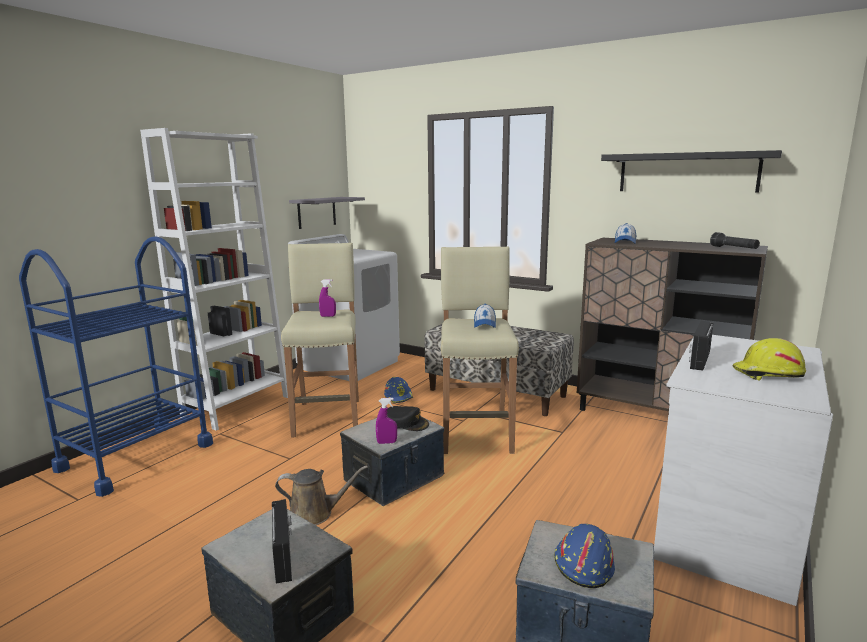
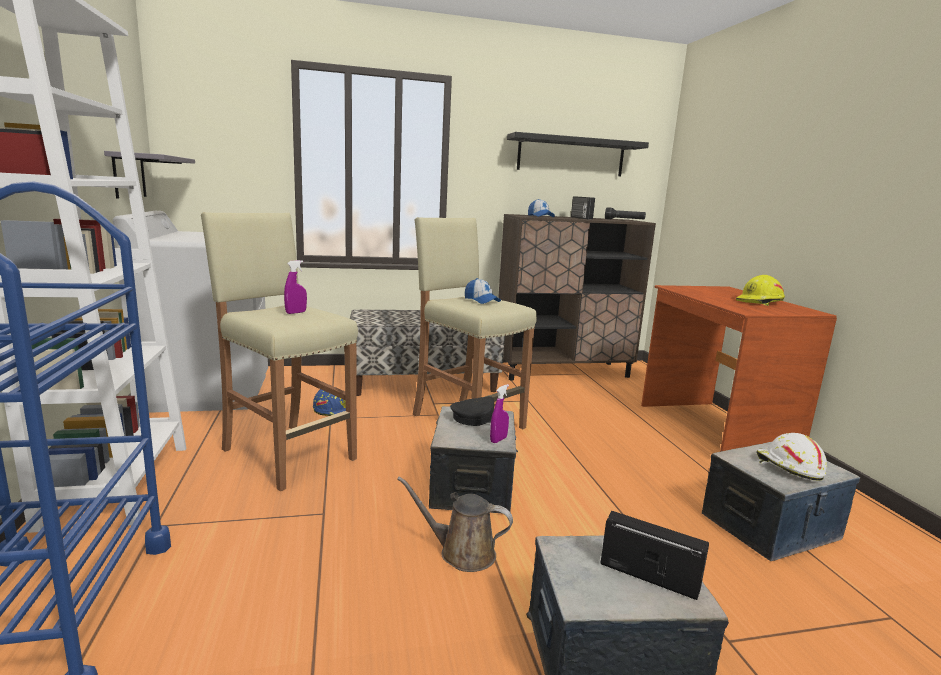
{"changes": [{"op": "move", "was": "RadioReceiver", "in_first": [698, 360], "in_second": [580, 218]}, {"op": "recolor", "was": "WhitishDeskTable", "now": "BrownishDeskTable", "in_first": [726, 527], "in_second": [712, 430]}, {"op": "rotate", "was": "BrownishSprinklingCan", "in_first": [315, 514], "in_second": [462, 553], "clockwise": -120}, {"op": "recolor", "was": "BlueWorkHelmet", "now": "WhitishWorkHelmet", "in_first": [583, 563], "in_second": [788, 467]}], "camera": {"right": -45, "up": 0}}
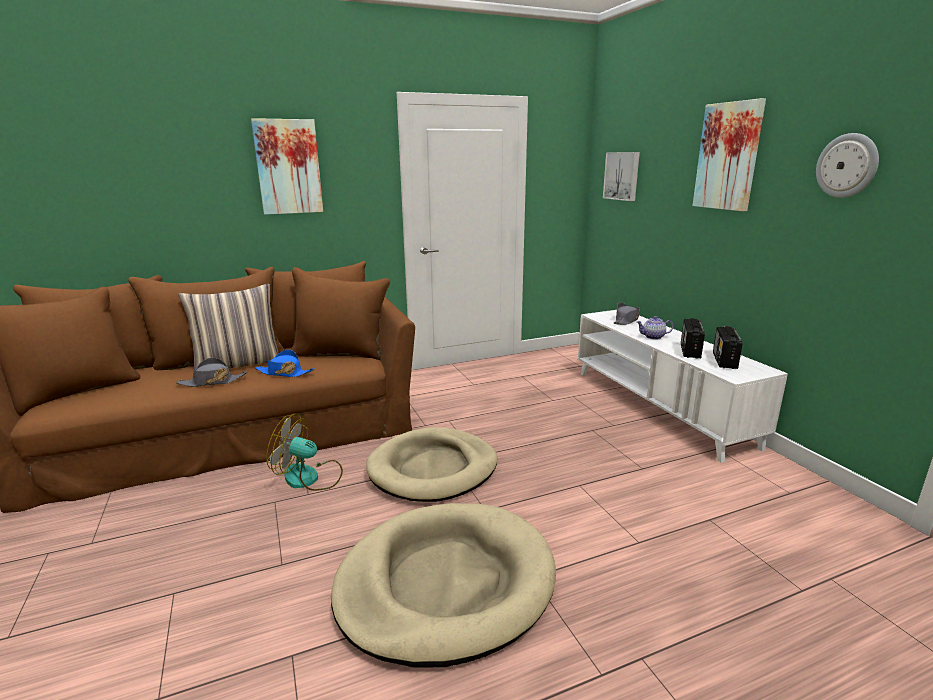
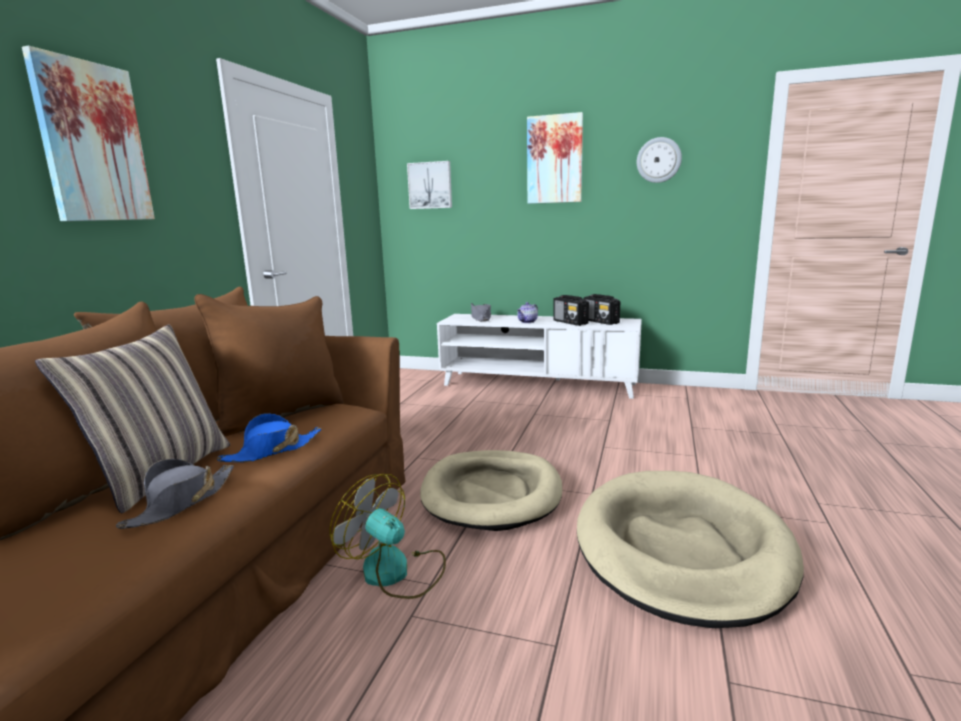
{"changes": [{"op": "rotate", "was": "CoolingFan", "in_first": [309, 478], "in_second": [396, 572], "clockwise": 75}], "camera": {"right": -50, "up": -5}}
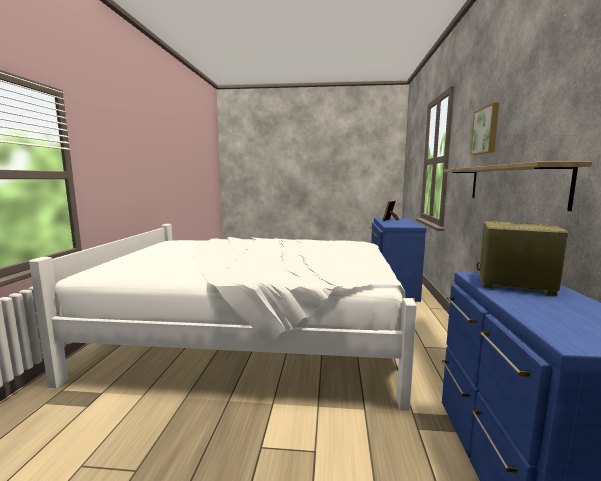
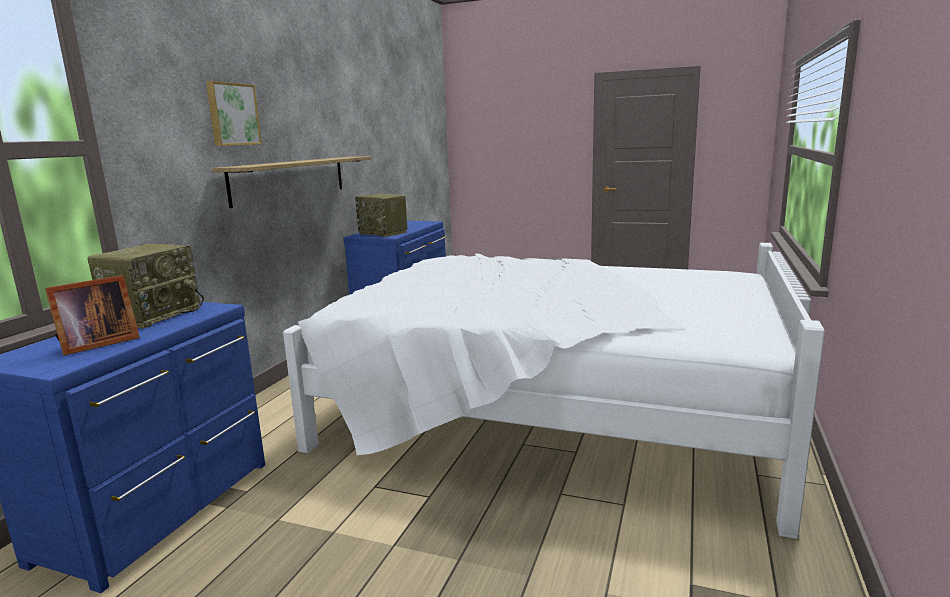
{"changes": [{"op": "insert", "now": "RadioReceiver", "in_second": [153, 315]}], "camera": {"right": -165, "up": 5}}
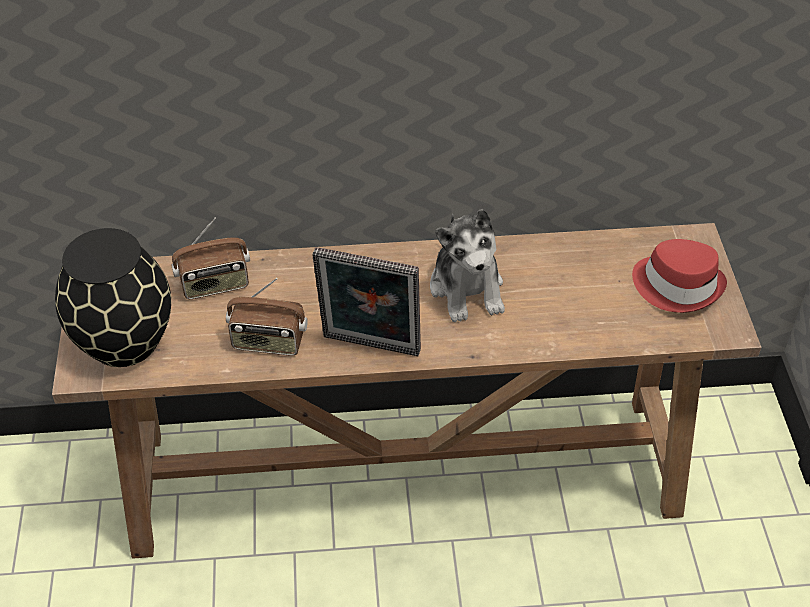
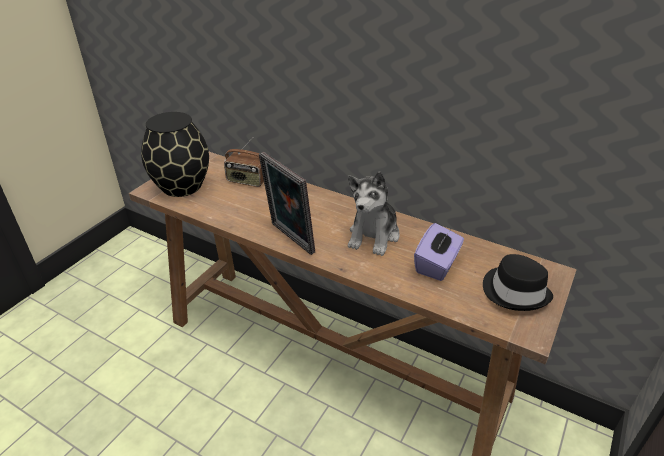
{"changes": [{"op": "recolor", "was": "RedWearableHat", "now": "BlackishWearableHat", "in_first": [678, 285], "in_second": [515, 291]}, {"op": "delete", "was": "RadioReceiver", "in_first": [268, 342]}, {"op": "insert", "now": "PurpleTissueHolder", "in_second": [437, 265]}], "camera": {"right": 35, "up": -10}}
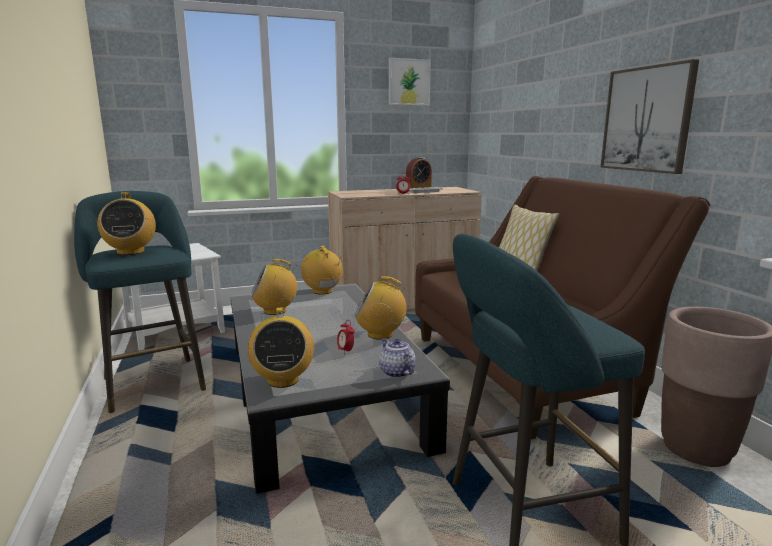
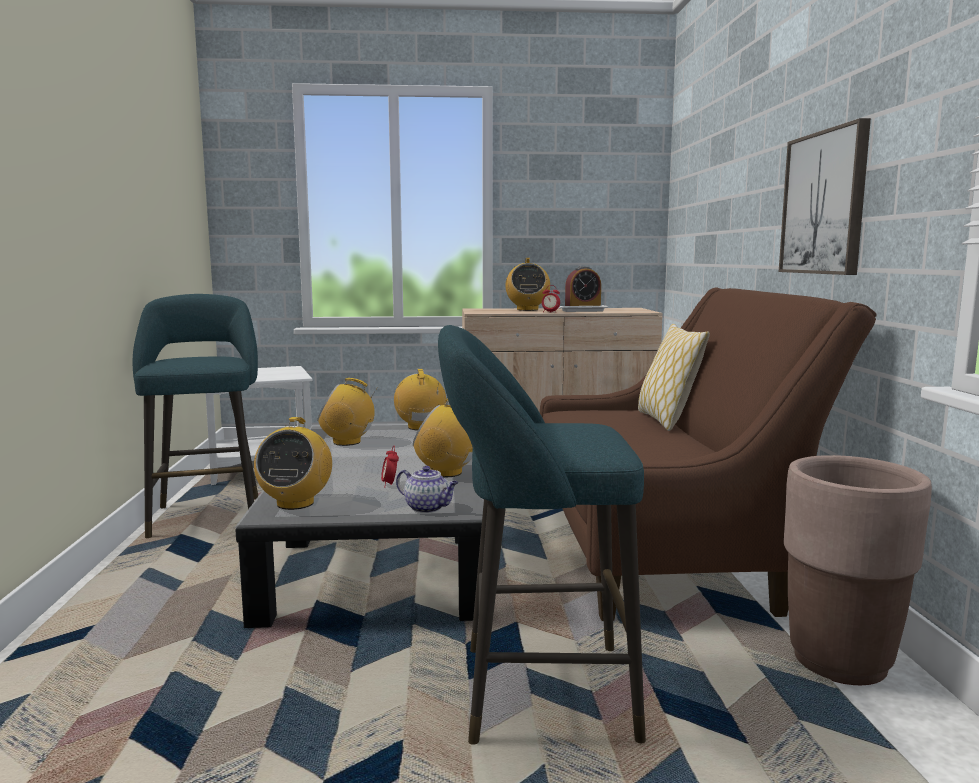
{"changes": [{"op": "delete", "was": "WallPicture", "in_first": [409, 82]}, {"op": "move", "was": "RadioReceiver", "in_first": [130, 252], "in_second": [527, 309]}, {"op": "rotate", "was": "TeaPot", "in_first": [396, 372], "in_second": [428, 508], "clockwise": 135}], "camera": {"right": 15, "up": -5}}
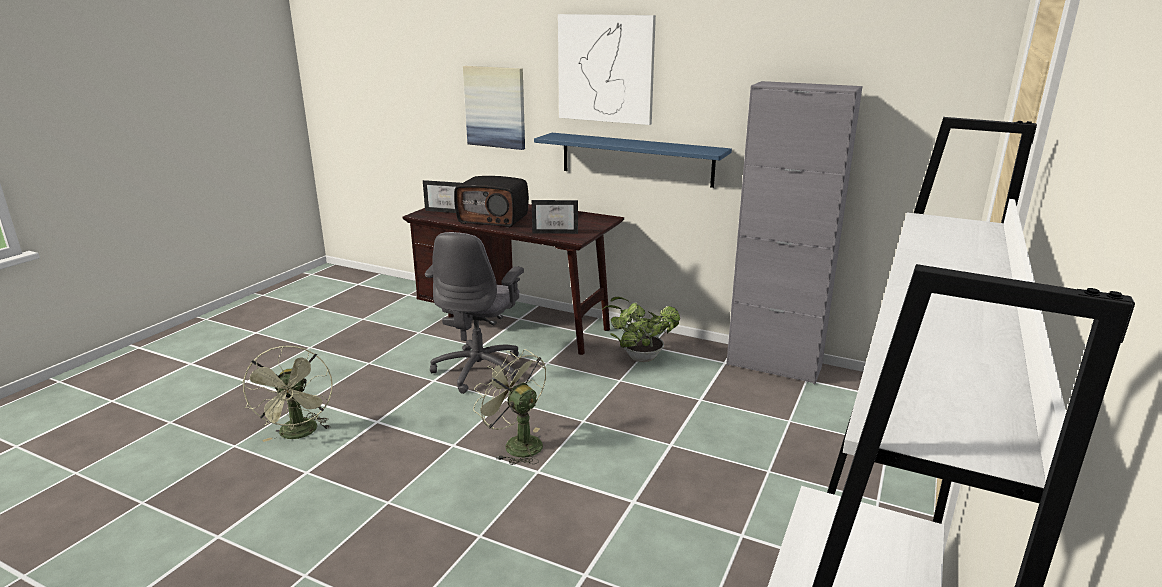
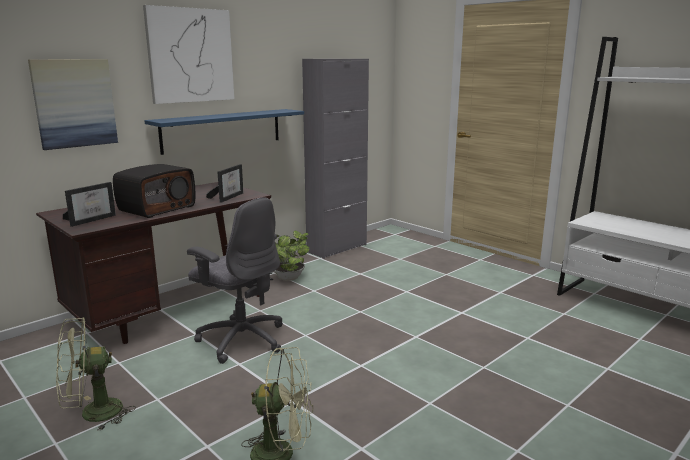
{"changes": [{"op": "move", "was": "GreenishCoolingFan", "in_first": [516, 444], "in_second": [92, 414]}], "camera": {"right": -70, "up": -5}}
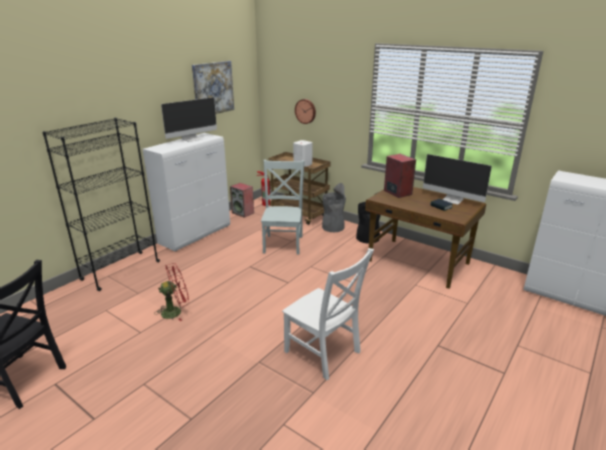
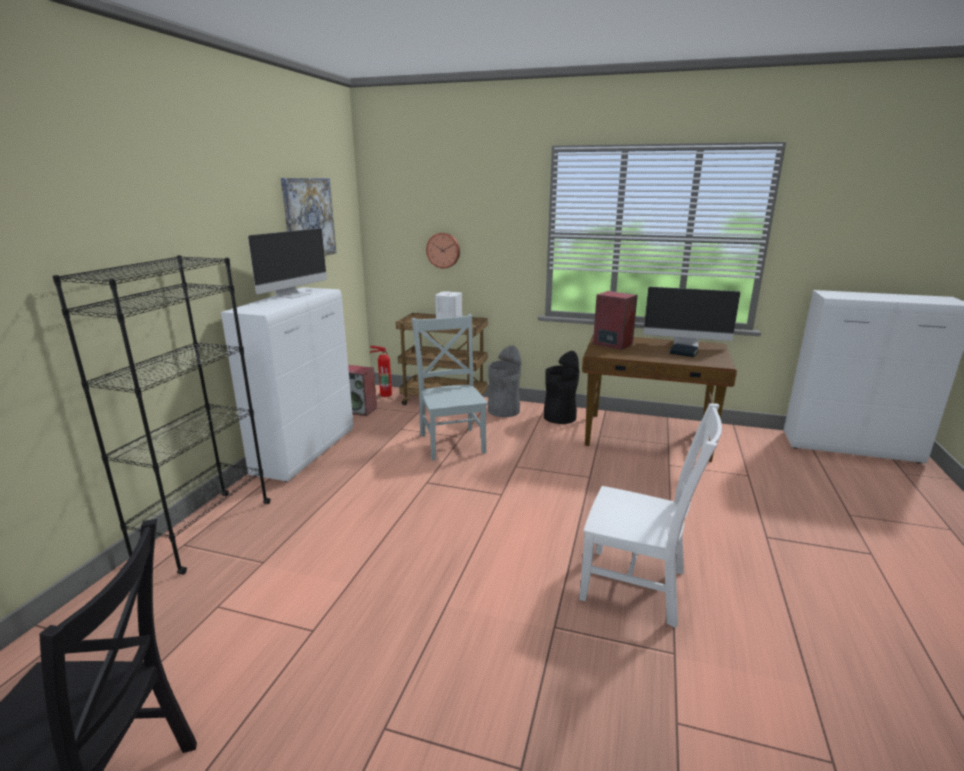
{"changes": [{"op": "delete", "was": "RedCoolingFan", "in_first": [175, 311]}], "camera": {"right": -20, "up": -5}}
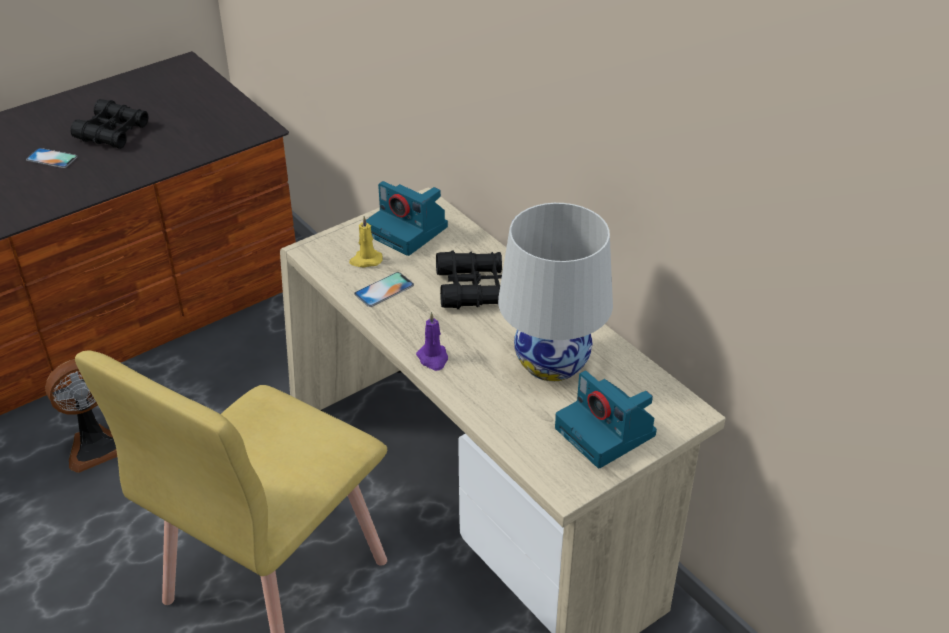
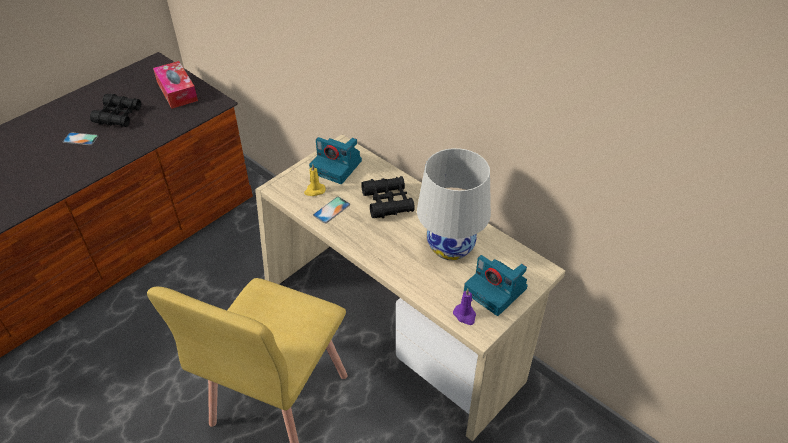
{"changes": [{"op": "move", "was": "PurpleCandle", "in_first": [433, 358], "in_second": [465, 315]}, {"op": "delete", "was": "CoolingFan", "in_first": [95, 446]}, {"op": "insert", "now": "TissueHolder", "in_second": [177, 91]}], "camera": {"right": -10, "up": 5}}
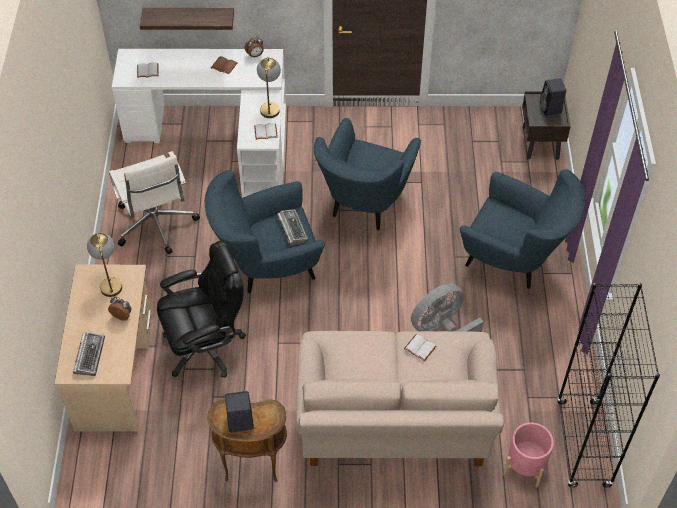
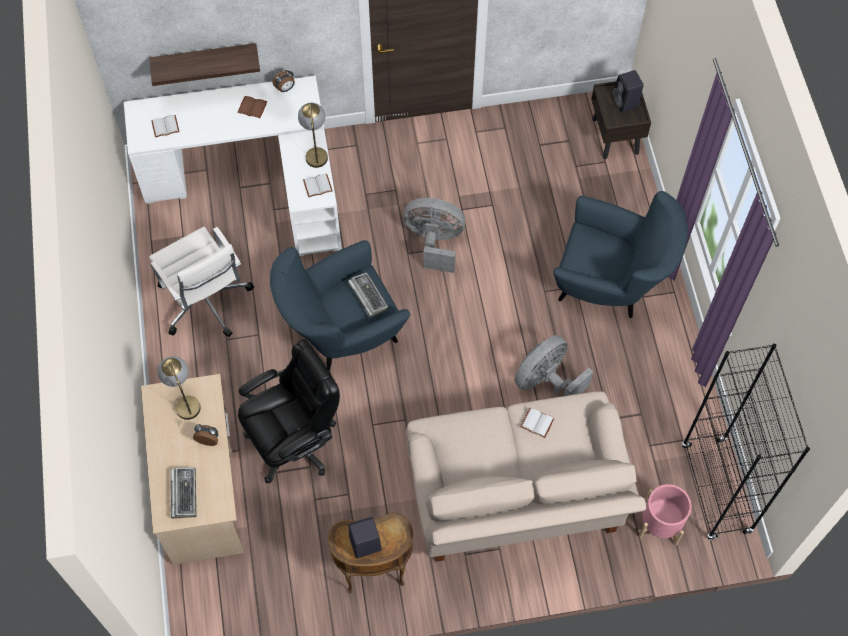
{"changes": [{"op": "replace", "was": "BlueLoungeChair", "now": "GreyCoolingFan", "in_first": [364, 204], "in_second": [434, 242]}], "camera": {"right": -10, "up": 10}}
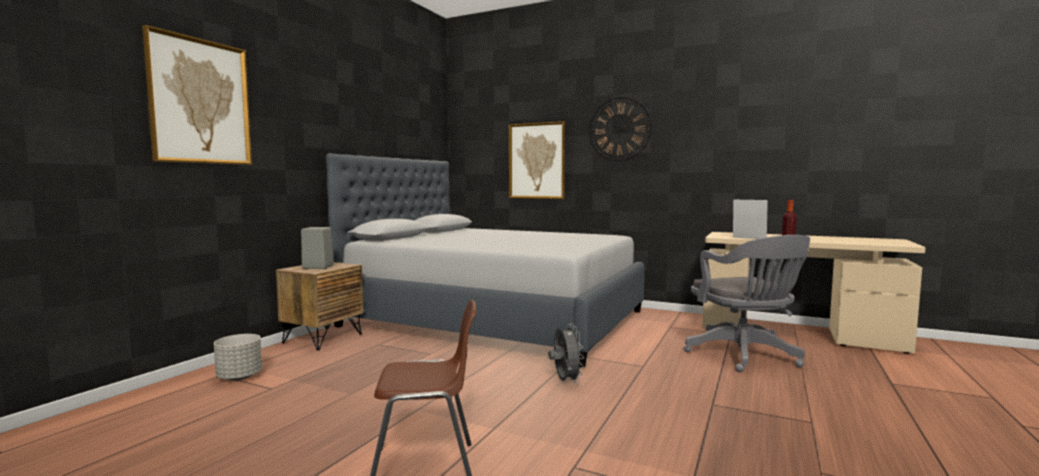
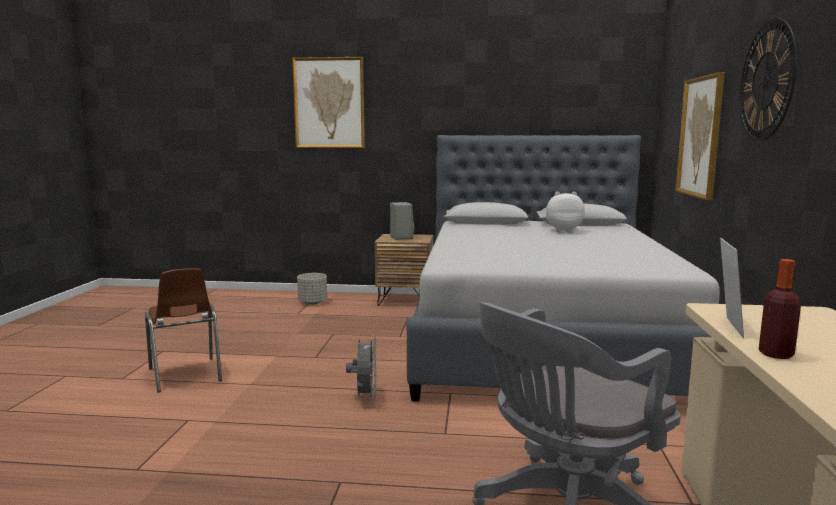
{"changes": [{"op": "rotate", "was": "GreyCoolingFan", "in_first": [565, 381], "in_second": [365, 397], "clockwise": -60}, {"op": "insert", "now": "SoftToy", "in_second": [562, 231]}], "camera": {"right": 70, "up": 5}}
